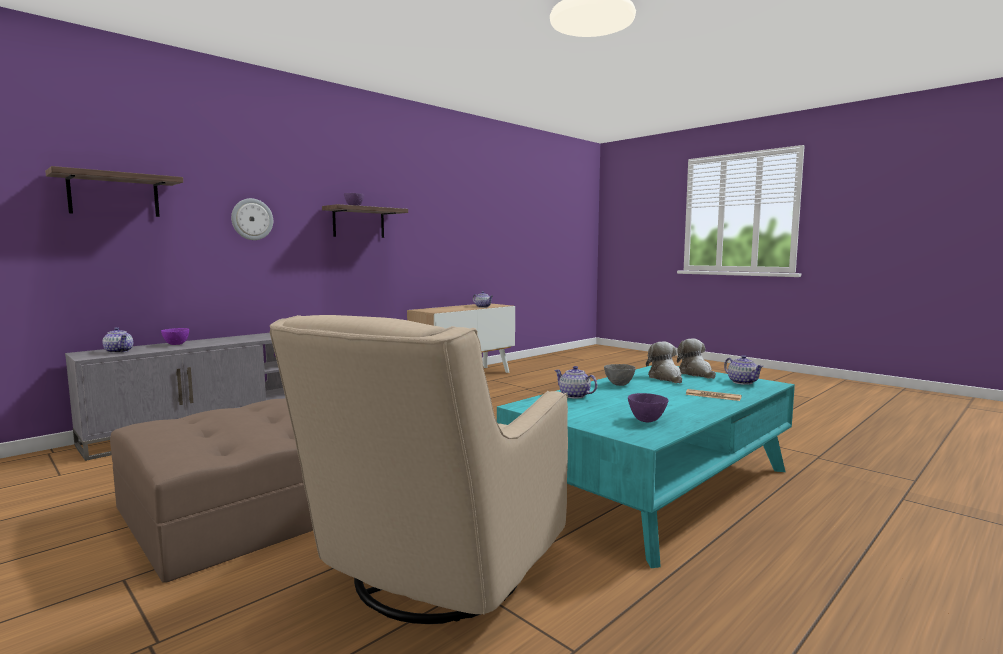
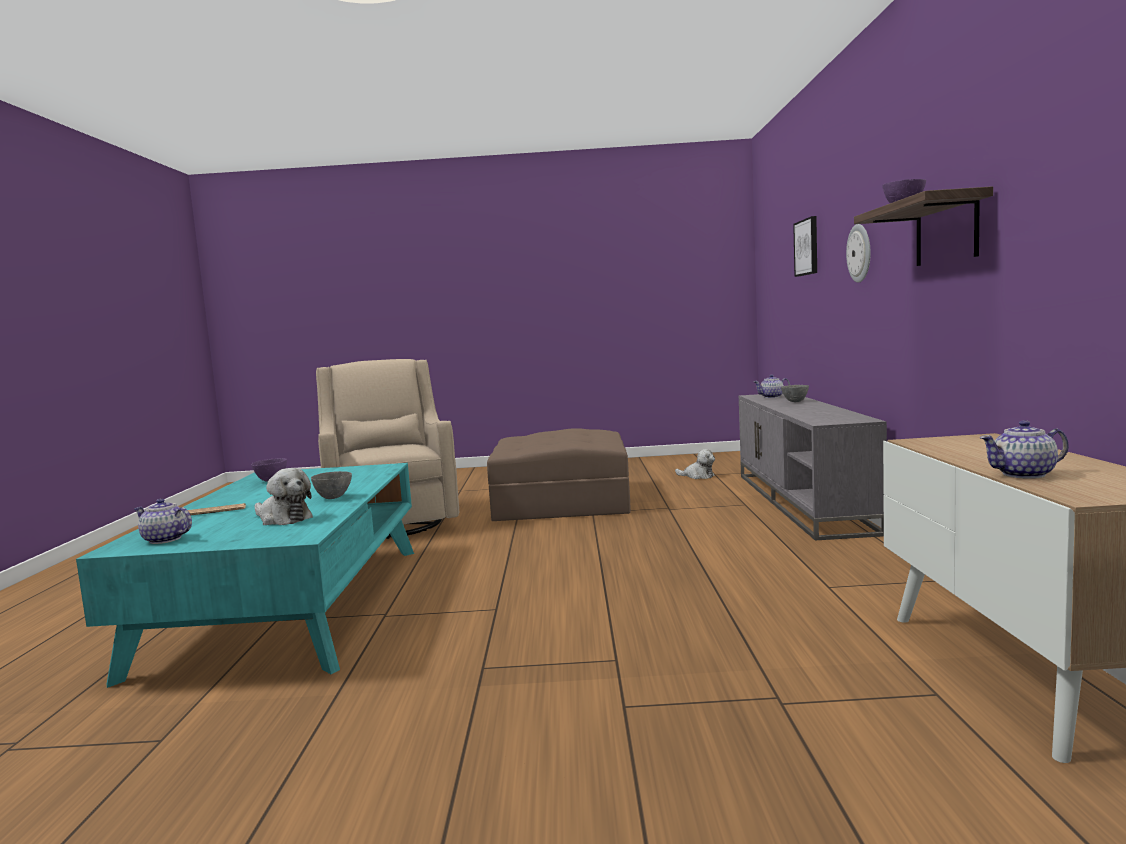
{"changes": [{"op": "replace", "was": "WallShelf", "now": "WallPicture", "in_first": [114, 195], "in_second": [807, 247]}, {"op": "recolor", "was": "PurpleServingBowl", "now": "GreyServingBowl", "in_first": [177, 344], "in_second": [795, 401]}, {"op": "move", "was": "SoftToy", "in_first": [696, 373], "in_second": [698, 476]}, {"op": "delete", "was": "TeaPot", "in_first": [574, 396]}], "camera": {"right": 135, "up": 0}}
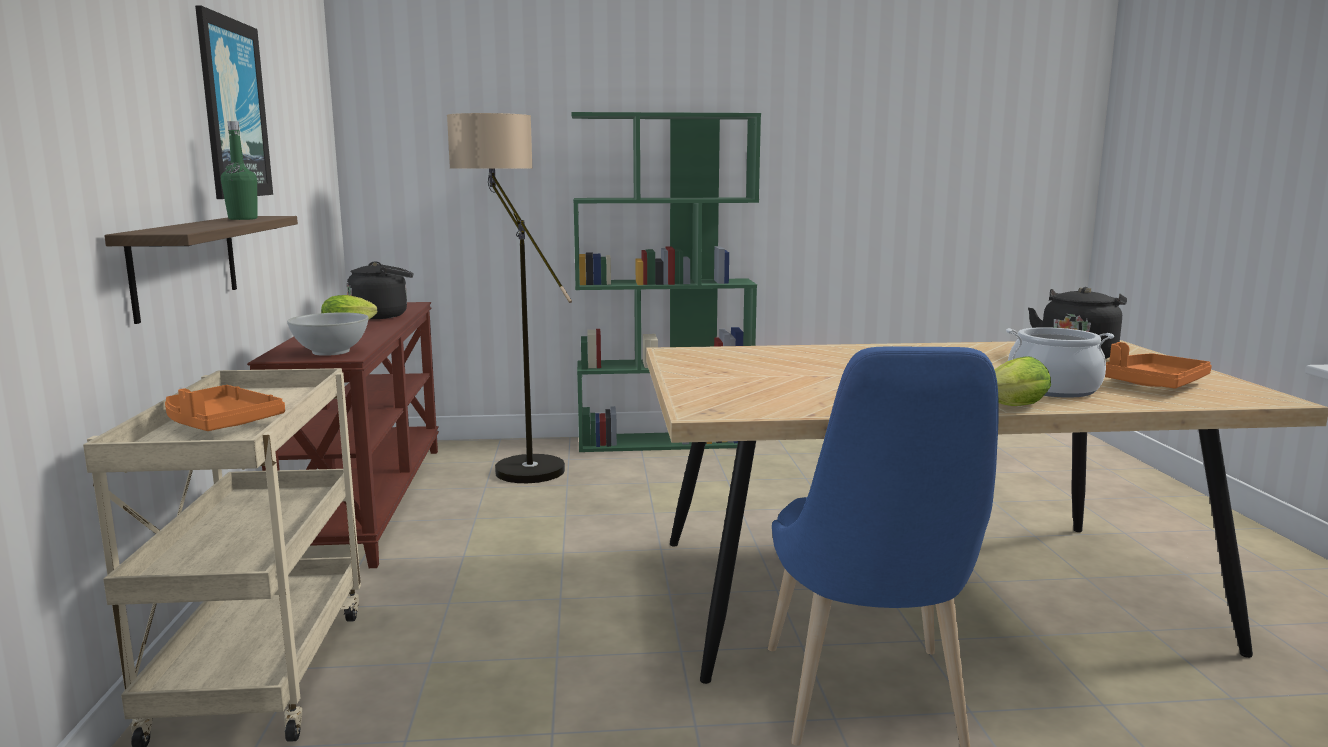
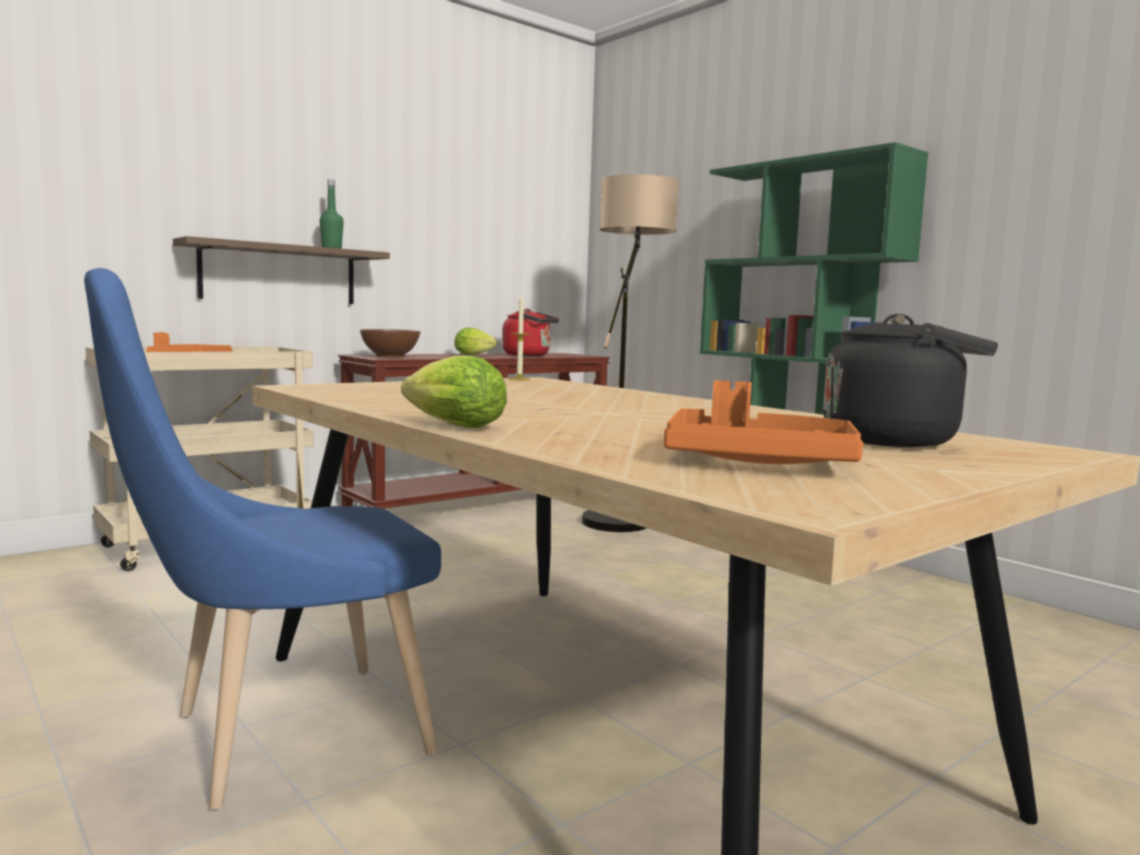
{"changes": [{"op": "delete", "was": "WallPicture", "in_first": [232, 109]}, {"op": "recolor", "was": "BlackishWaterKettle", "now": "RedWaterKettle", "in_first": [383, 316], "in_second": [529, 355]}, {"op": "recolor", "was": "WhitishServingBowl", "now": "BrownishServingBowl", "in_first": [331, 352], "in_second": [390, 356]}, {"op": "delete", "was": "CookingPot", "in_first": [1053, 389]}, {"op": "insert", "now": "Candle", "in_second": [519, 379]}], "camera": {"right": 55, "up": -5}}
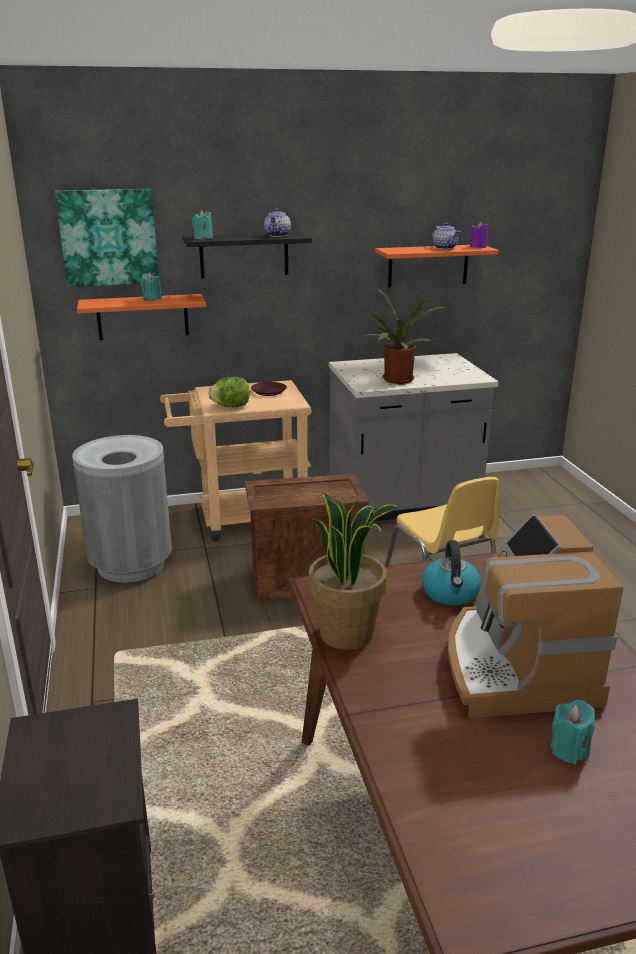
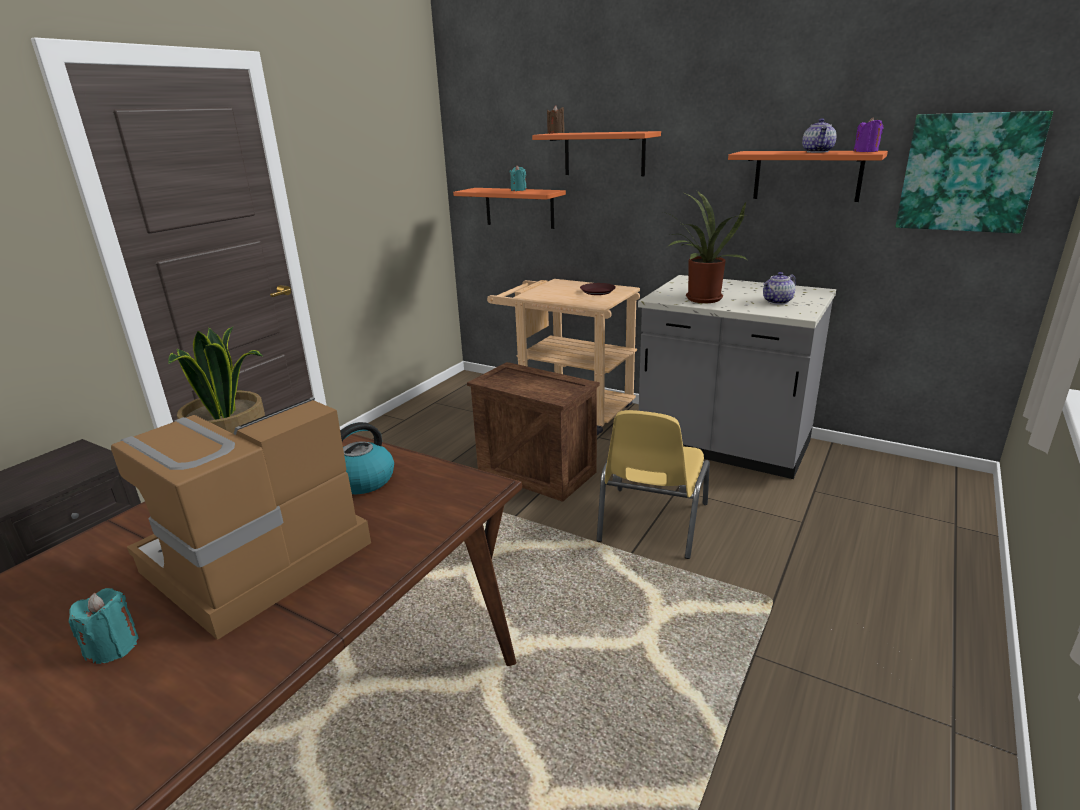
{"changes": [{"op": "move", "was": "WallPicture", "in_first": [108, 237], "in_second": [968, 173]}, {"op": "move", "was": "TeaPot", "in_first": [278, 235], "in_second": [777, 302]}, {"op": "recolor", "was": "BlueGreenCandle", "now": "BrownishCandle", "in_first": [203, 238], "in_second": [556, 133]}, {"op": "recolor", "was": "BlackishWallShelf", "now": "OrangeWallShelf", "in_first": [244, 255], "in_second": [604, 154]}, {"op": "delete", "was": "HeadOfLettuce", "in_first": [231, 406]}, {"op": "delete", "was": "GreyRubbishBin", "in_first": [131, 564]}], "camera": {"right": 45, "up": 0}}
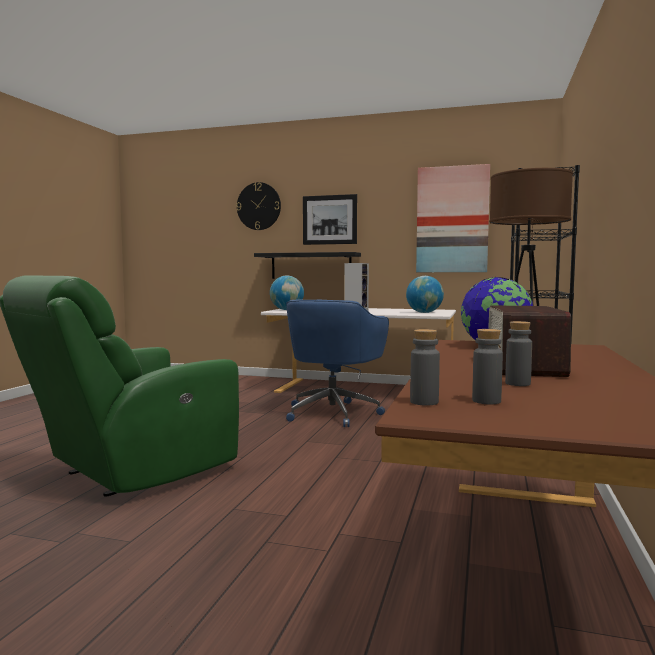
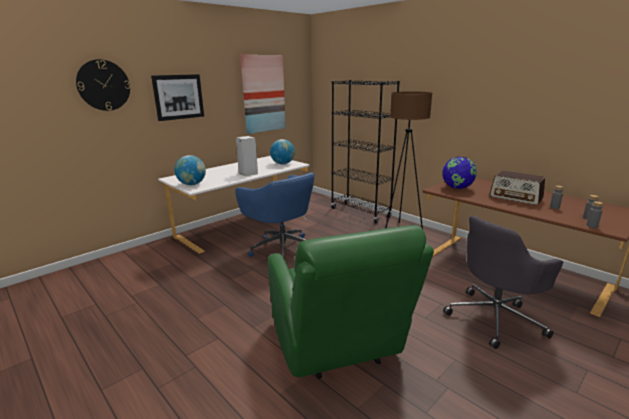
{"changes": [{"op": "delete", "was": "BlackishWallShelf", "in_first": [311, 266]}, {"op": "insert", "now": "GreyOfficeChair", "in_second": [495, 318]}], "camera": {"right": -60, "up": 15}}
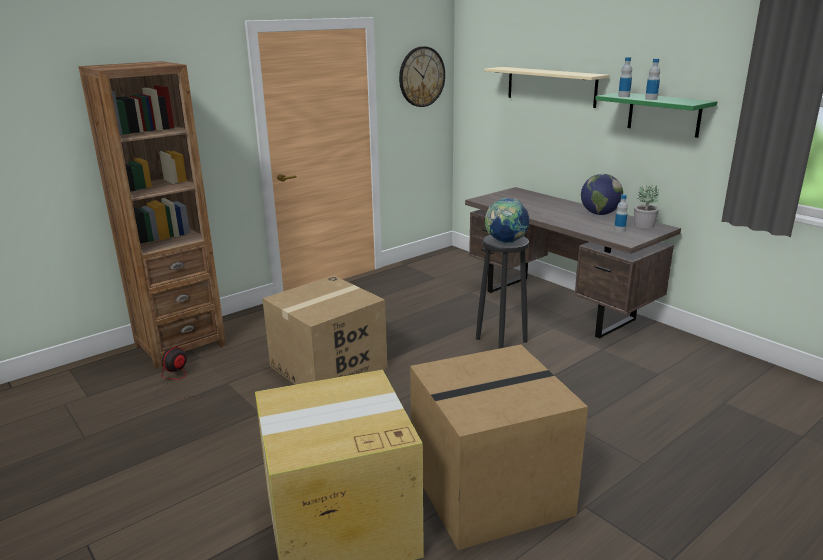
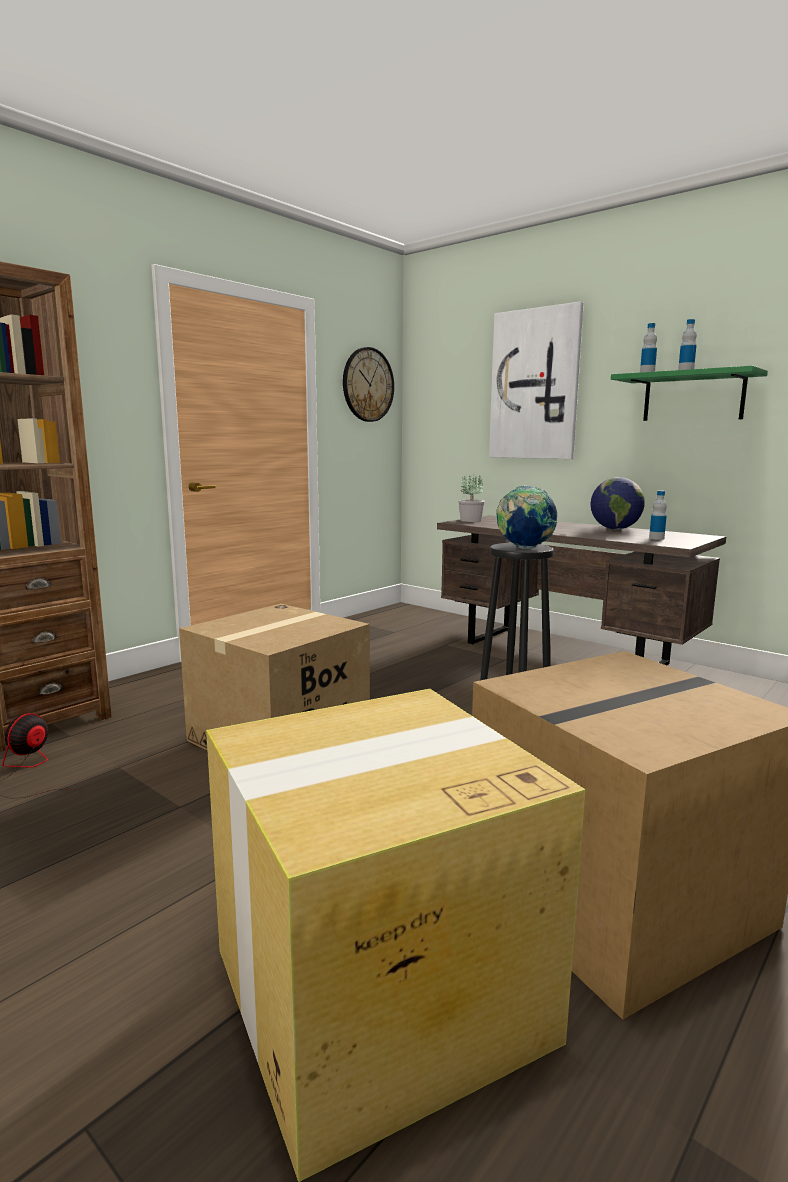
{"changes": [{"op": "replace", "was": "BeigeWallShelf", "now": "WallPicture", "in_first": [550, 86], "in_second": [535, 385]}, {"op": "move", "was": "PlantInAPot", "in_first": [644, 225], "in_second": [471, 520]}], "camera": {"right": -10, "up": -10}}
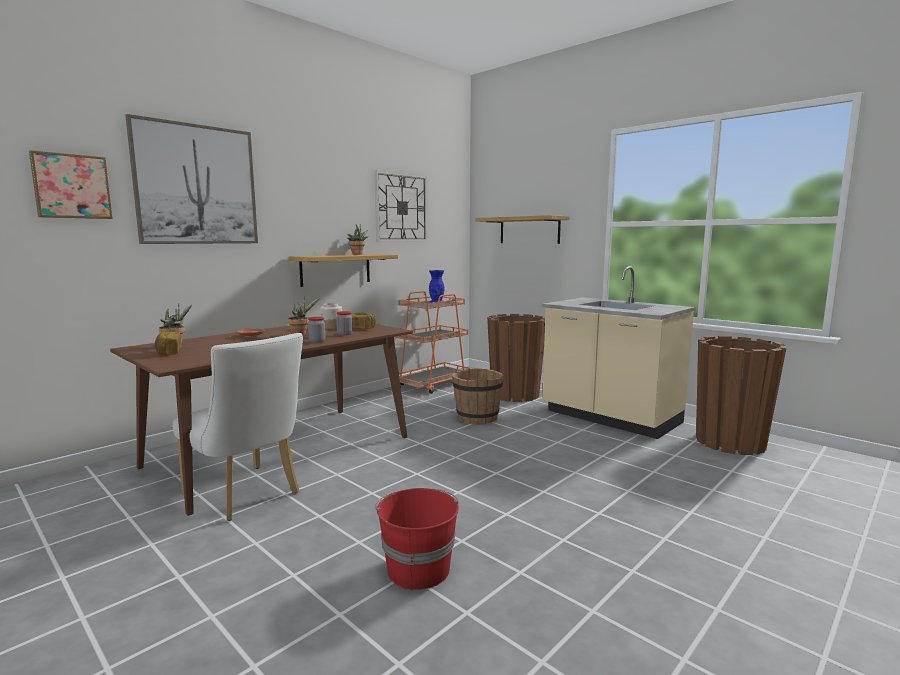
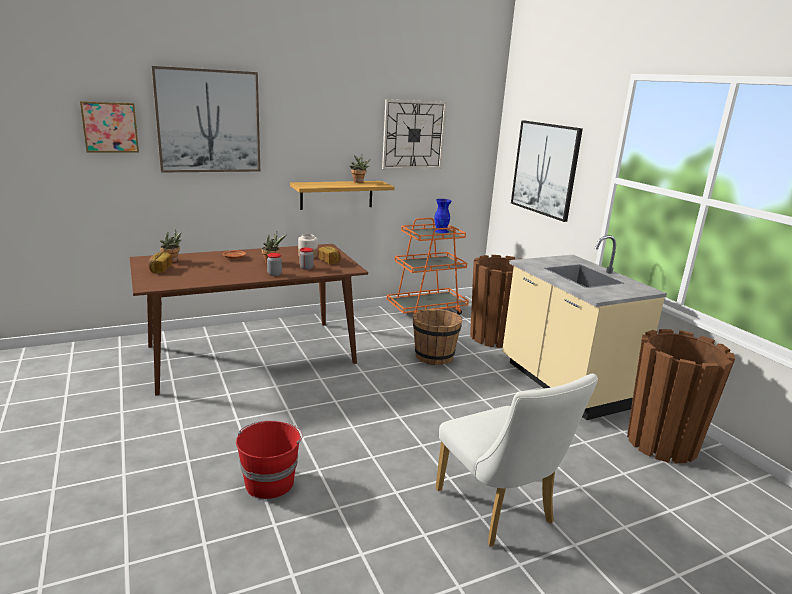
{"changes": [{"op": "replace", "was": "WallShelf", "now": "WallPicture", "in_first": [529, 230], "in_second": [545, 169]}, {"op": "move", "was": "WhitishPlainChair", "in_first": [247, 495], "in_second": [499, 511]}], "camera": {"right": 20, "up": 10}}
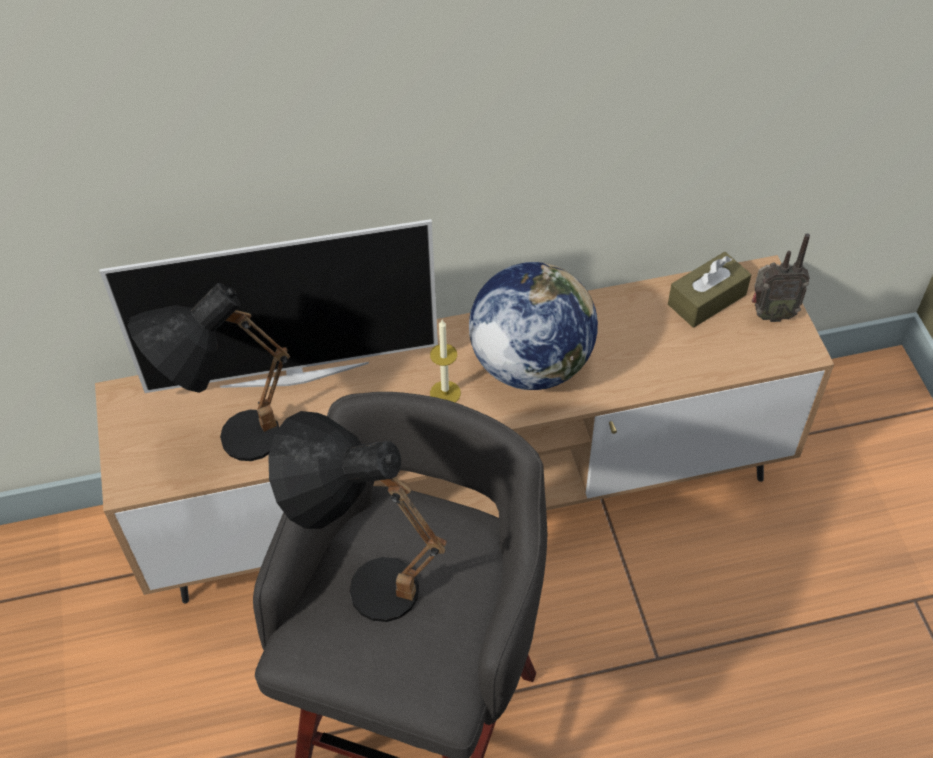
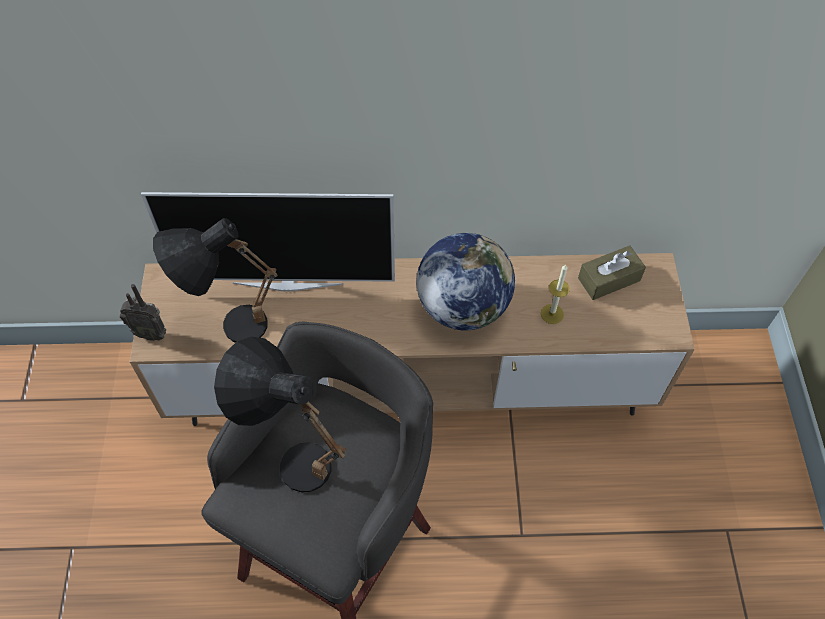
{"changes": [{"op": "move", "was": "RadioReceiver", "in_first": [770, 314], "in_second": [151, 333]}, {"op": "move", "was": "Candle", "in_first": [445, 393], "in_second": [552, 314]}], "camera": {"right": 10, "up": 5}}
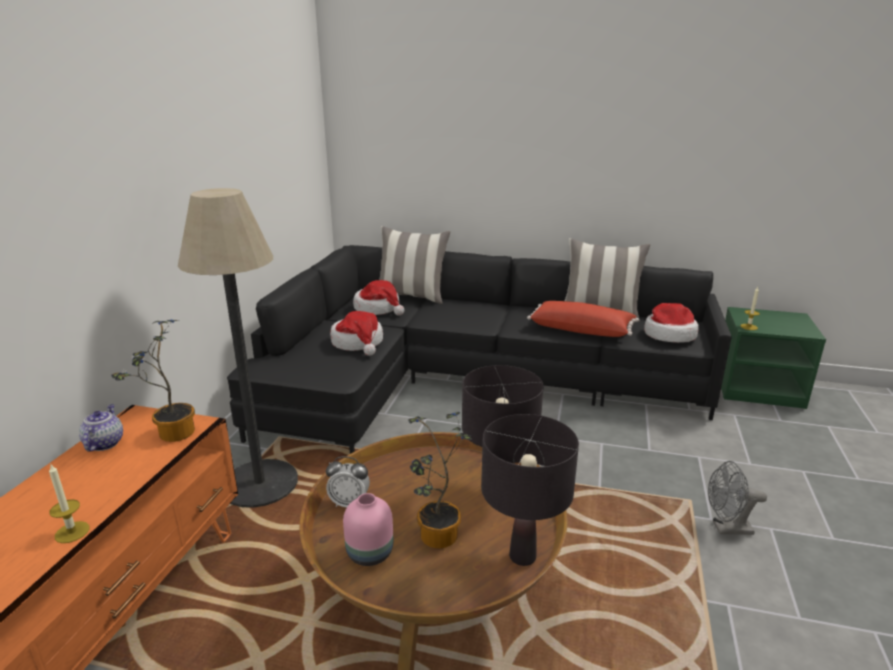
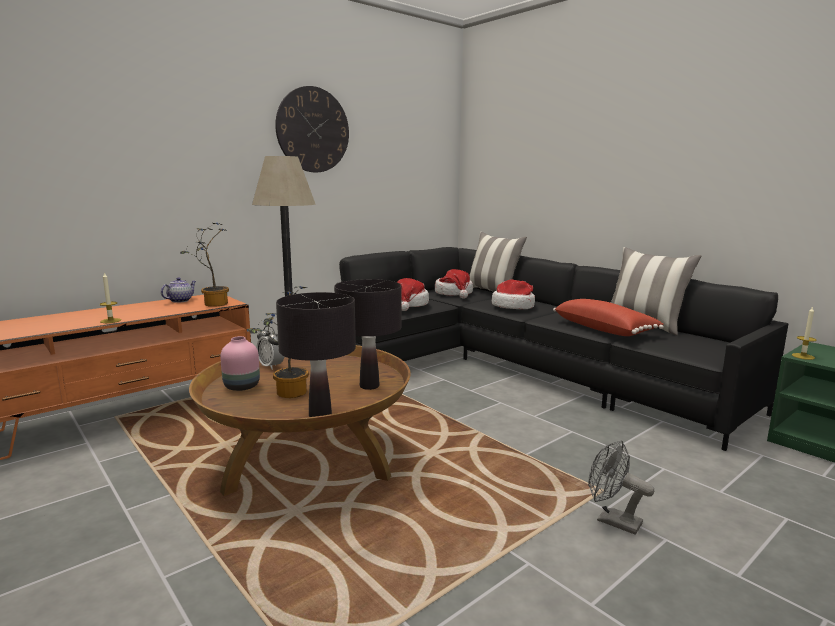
{"changes": [{"op": "move", "was": "WearableHat", "in_first": [669, 335], "in_second": [513, 306]}, {"op": "insert", "now": "WallClock", "in_second": [313, 130]}], "camera": {"right": 35, "up": -10}}
